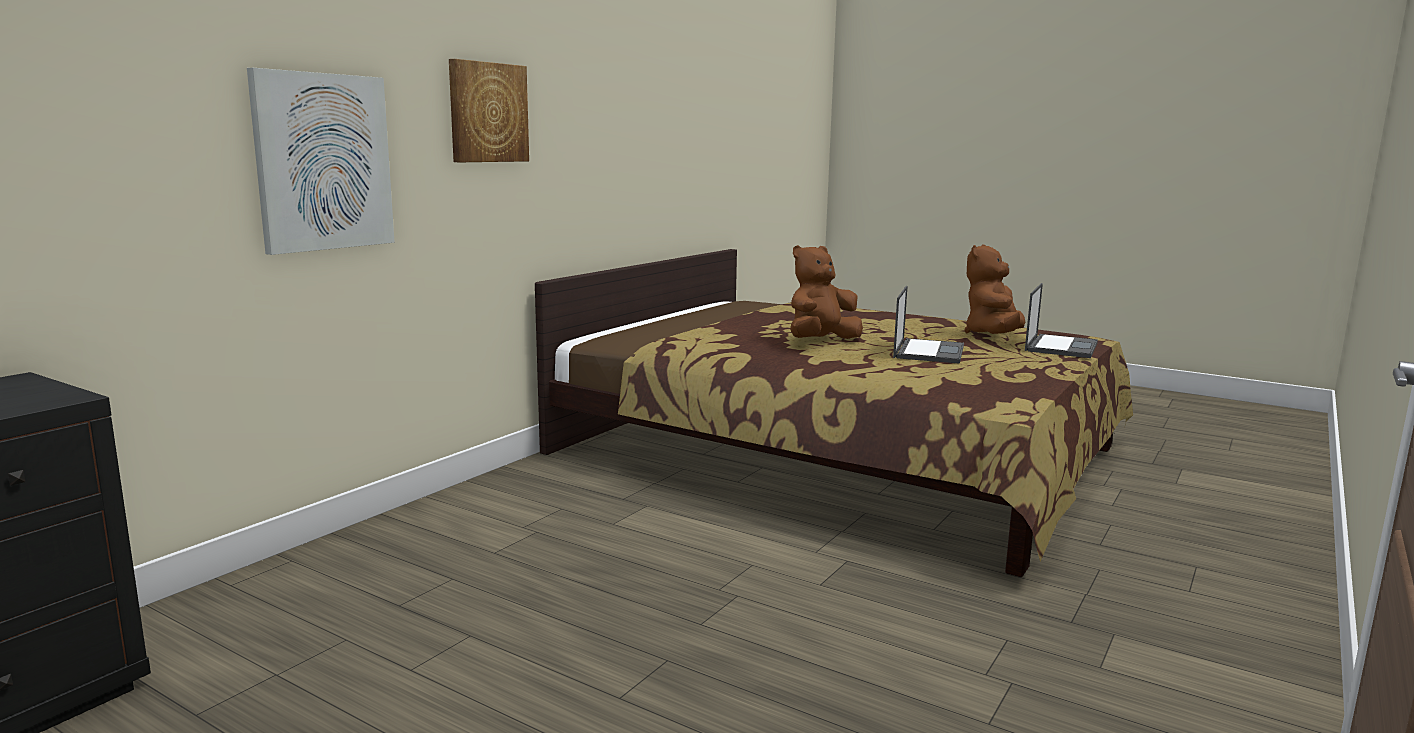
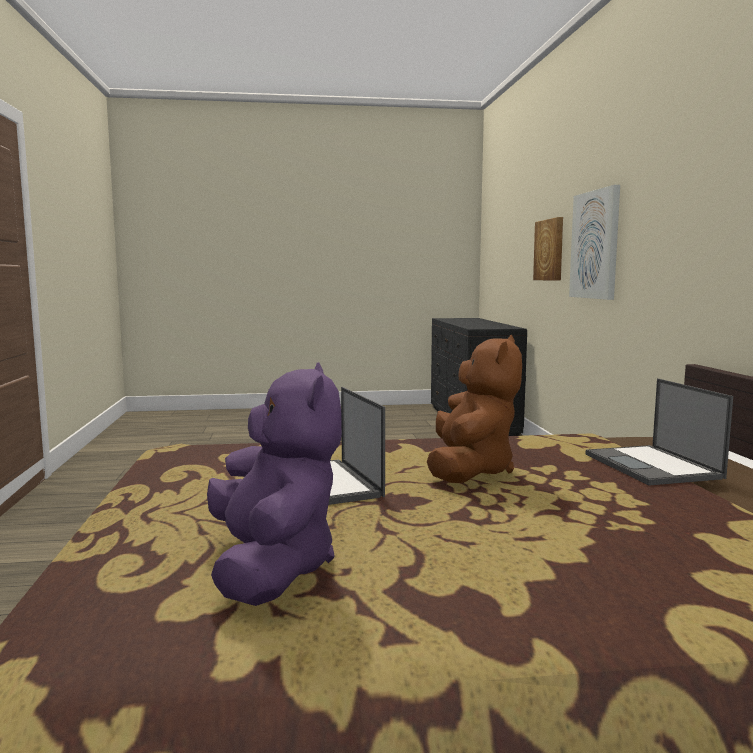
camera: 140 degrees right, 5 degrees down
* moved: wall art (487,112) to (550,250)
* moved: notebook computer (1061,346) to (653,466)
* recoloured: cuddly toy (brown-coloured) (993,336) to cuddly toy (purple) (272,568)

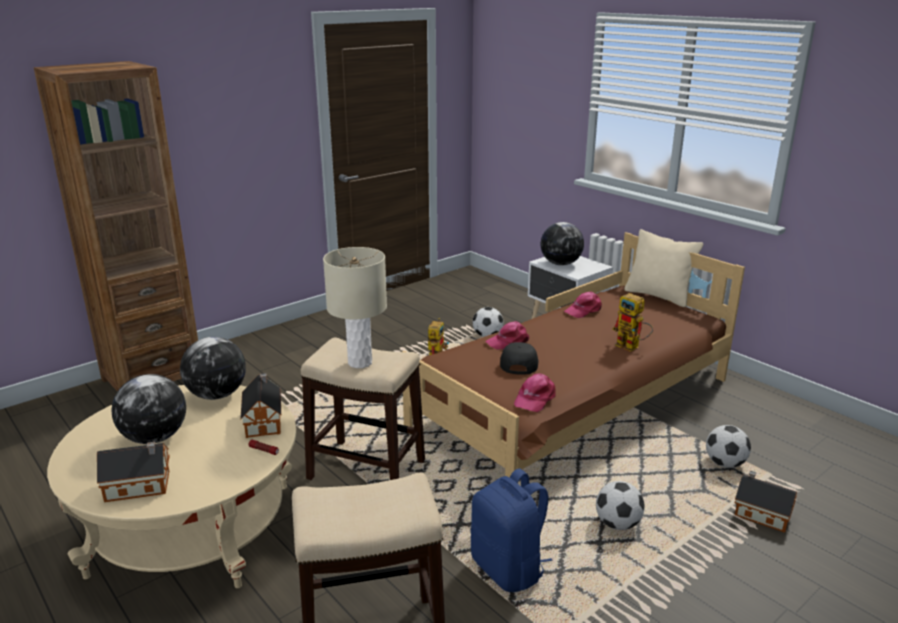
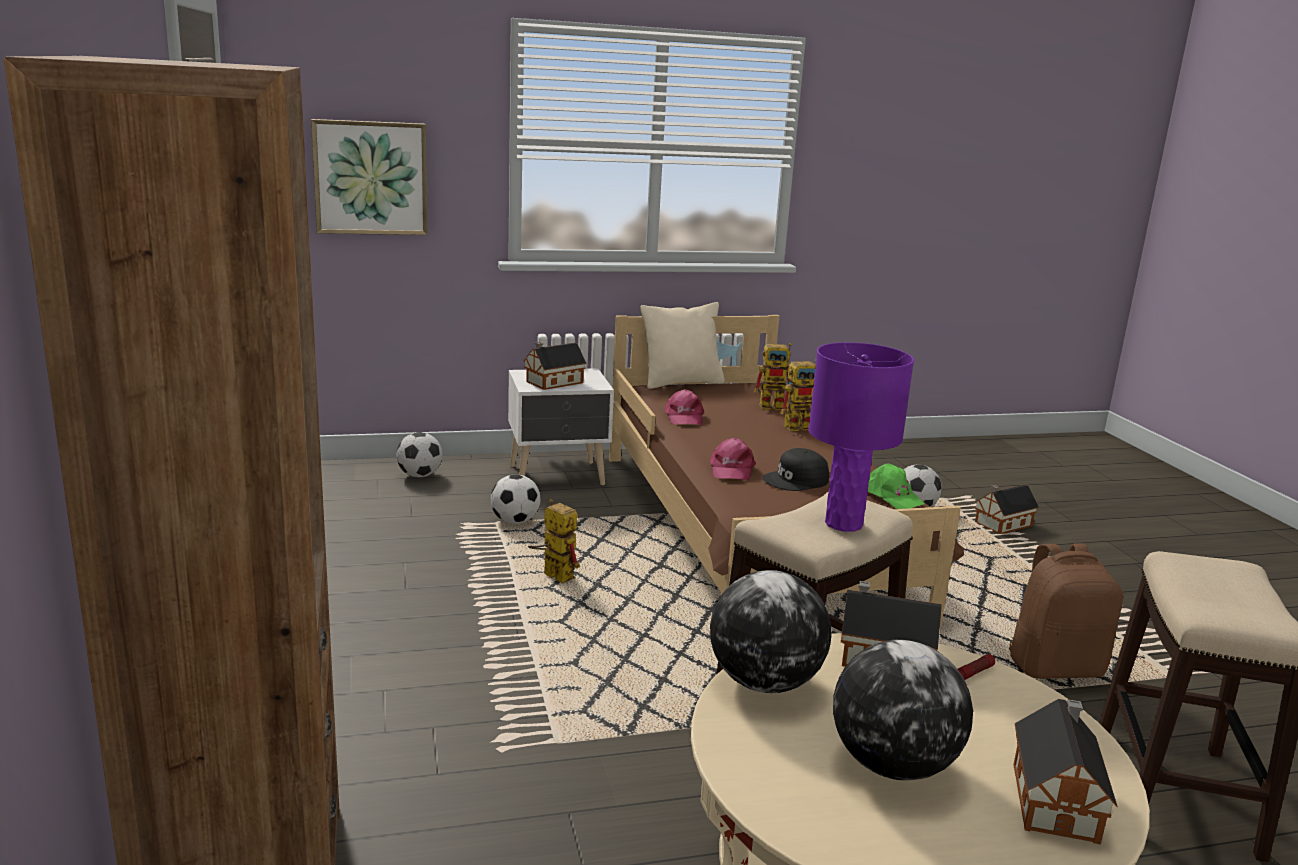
camera: 65 degrees left, 5 degrees down
* added: wall art (371,178)
* added: toy robot (776,406)
* moved: ball for football (617,524) to (419,475)
* replaced: globe (560,264) to model house (552,382)
* recoloured: table lamp (beige) (360,362) to table lamp (purple) (843,523)
* recoloured: rucksack (blue) (509,569) to rucksack (brown-coloured) (1055,667)
* recoloured: cap (pink-coloured) (534,398) to cap (green-coloured) (891,496)
* turned: cap (black-coloured) (518,363) = (796,480) 60 degrees counterclockwise

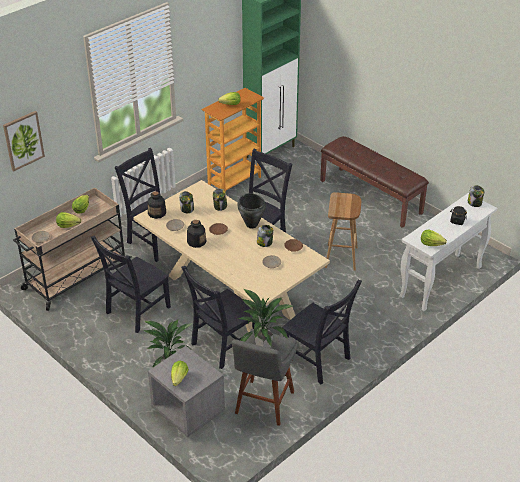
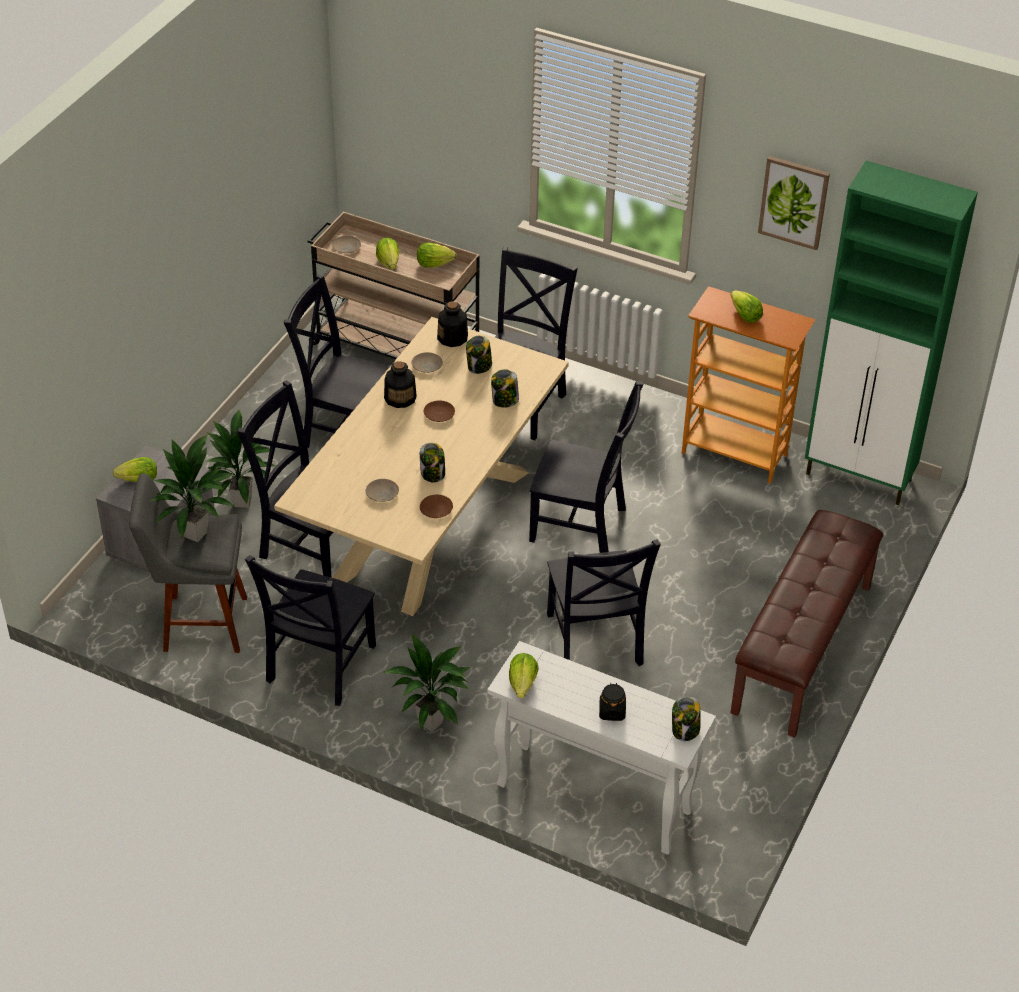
camera: 70 degrees right, 5 degrees up
* removed: stockpot (black-coloured) (251,224)
* added: plant in a pot (431,723)
* moved: wall art (23,140) to (794,202)
* replaced: sitting stool (brown-coloured) (341,258) to chair (black-coloured) (594,643)

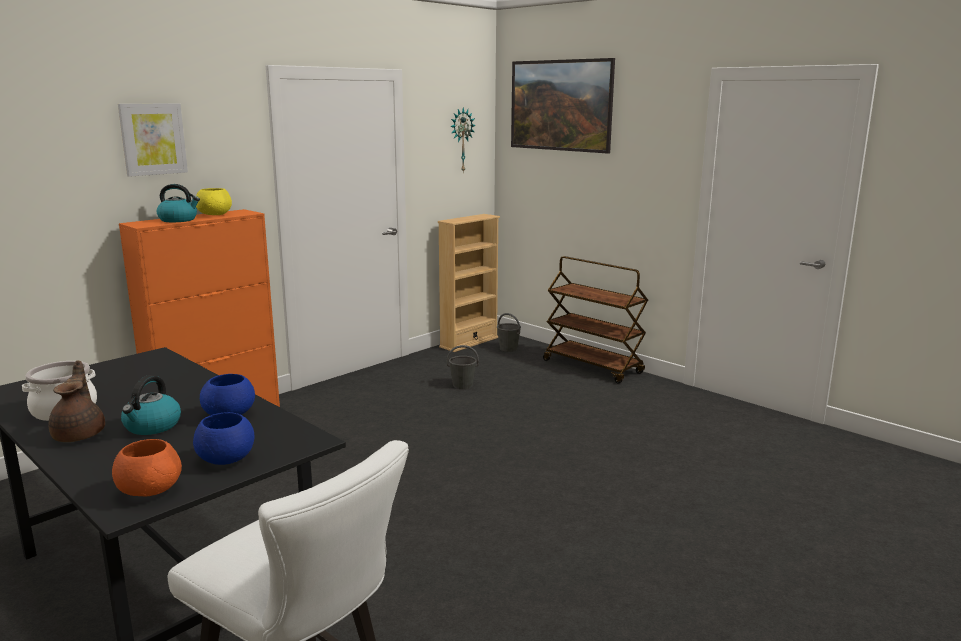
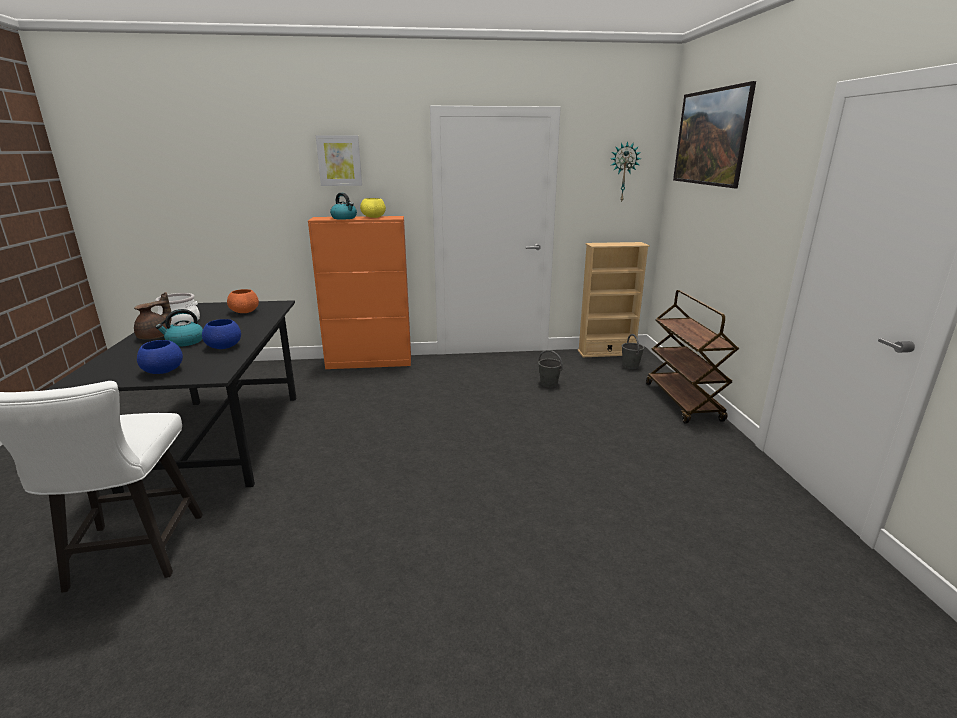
camera: 40 degrees right, 5 degrees up
* moved: bowl (orange-coloured) (150,489) to (245,311)

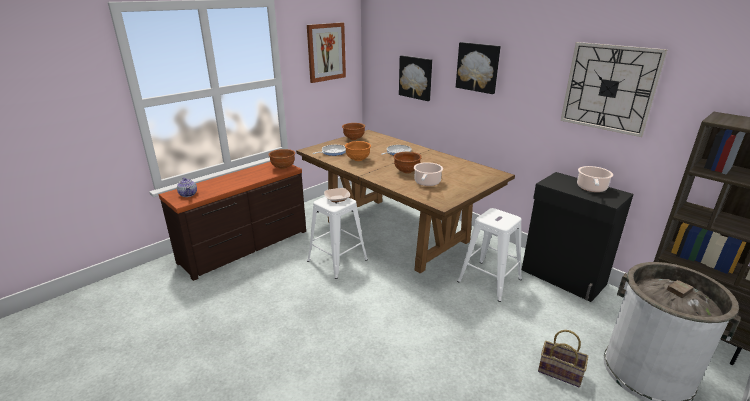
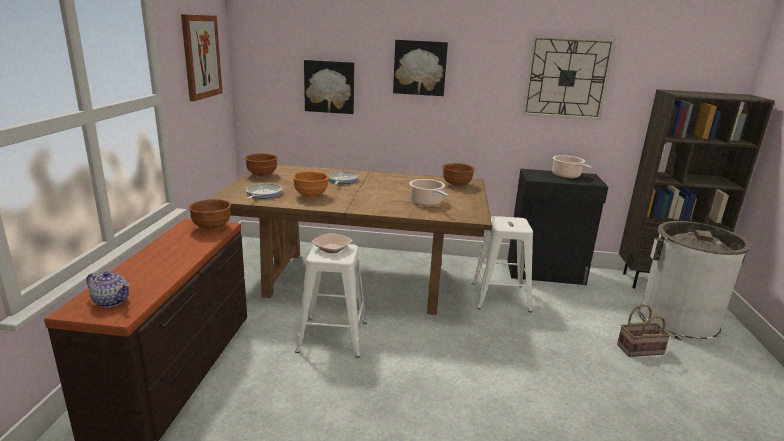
camera: 40 degrees left, 5 degrees down
* moved: bowl (brown-coloured) (406,171) to (456,185)

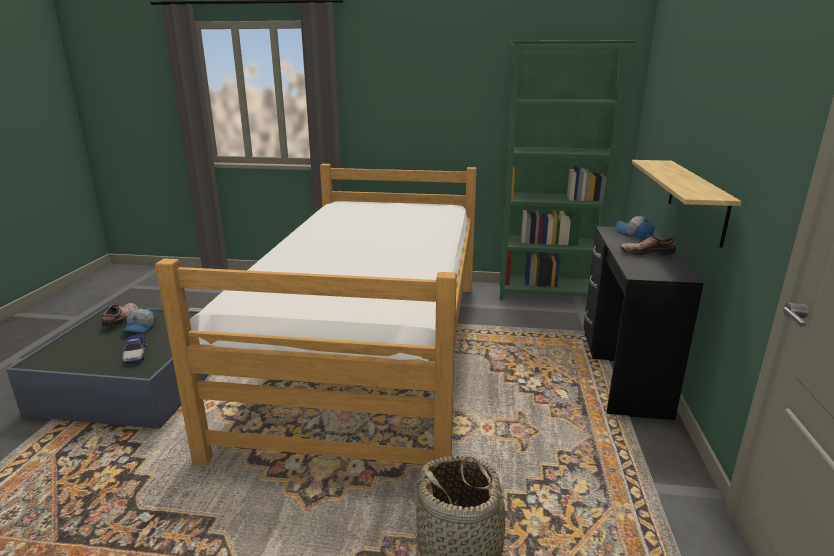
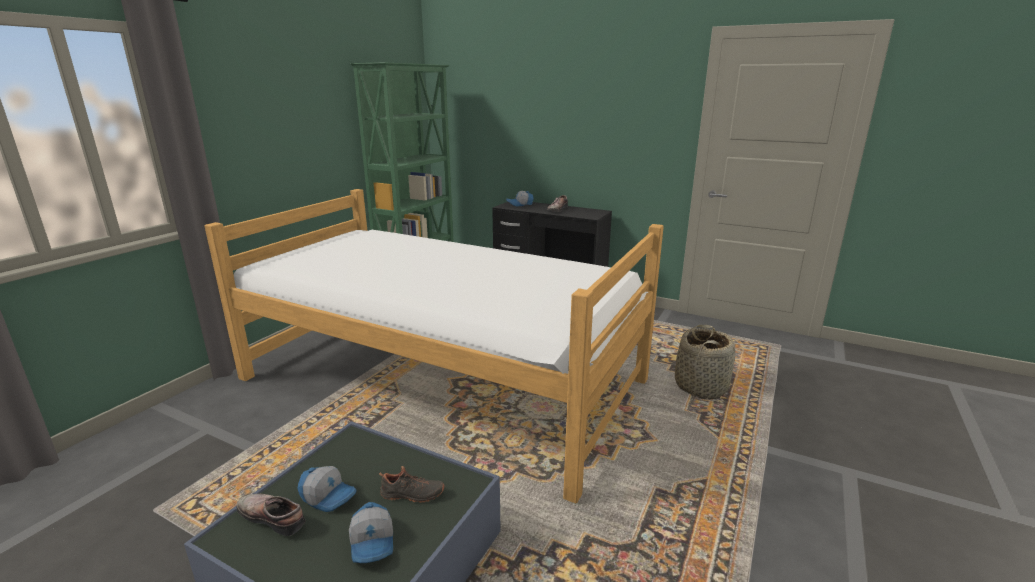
camera: 70 degrees left, 0 degrees up
* removed: shelf (696,200)
* added: cap (373,542)
* replaced: toy car (135,353) to low shoe (black-coloured) (412,495)

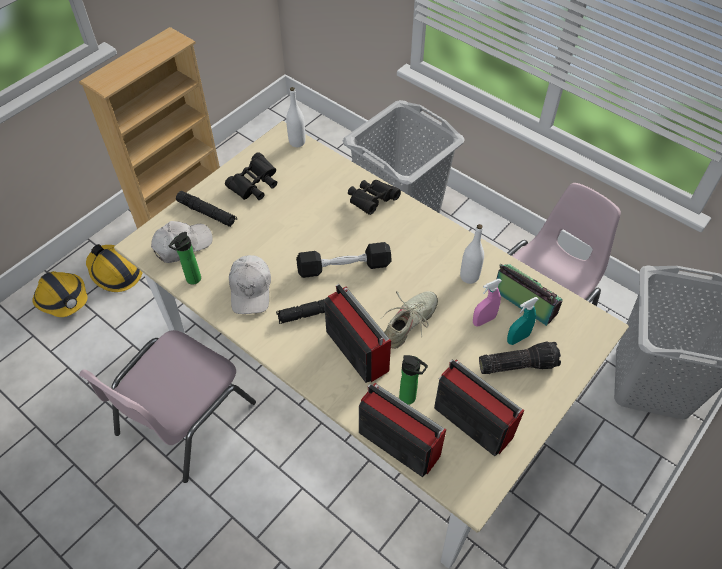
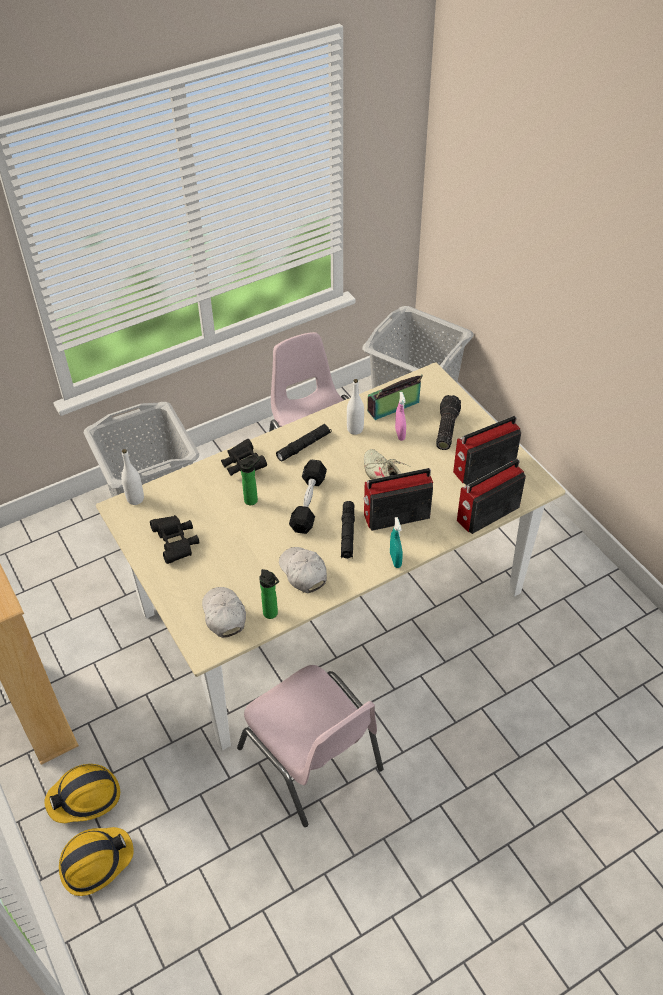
camera: 70 degrees left, 5 degrees down
* moved: flashlight (black-coloured) (207,213) to (304,446)
* moved: beverage bottle (410,398) to (253,499)
* moved: hand sprayer (blue-green) (517,338) to (395,560)
* turned: cap (white-coloured) (251,289) = (303,572) 135 degrees counterclockwise

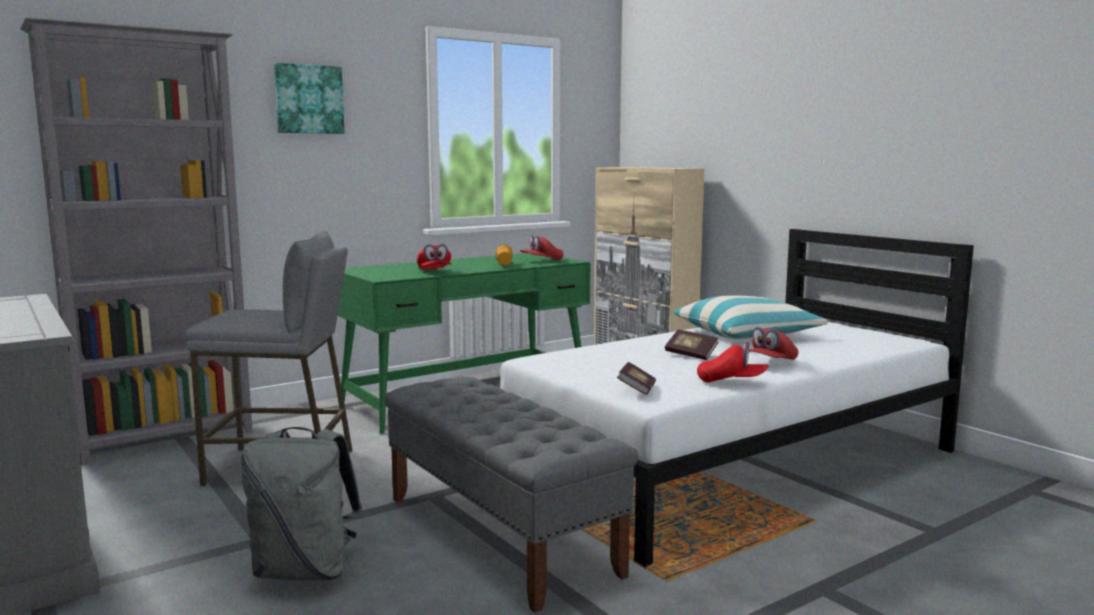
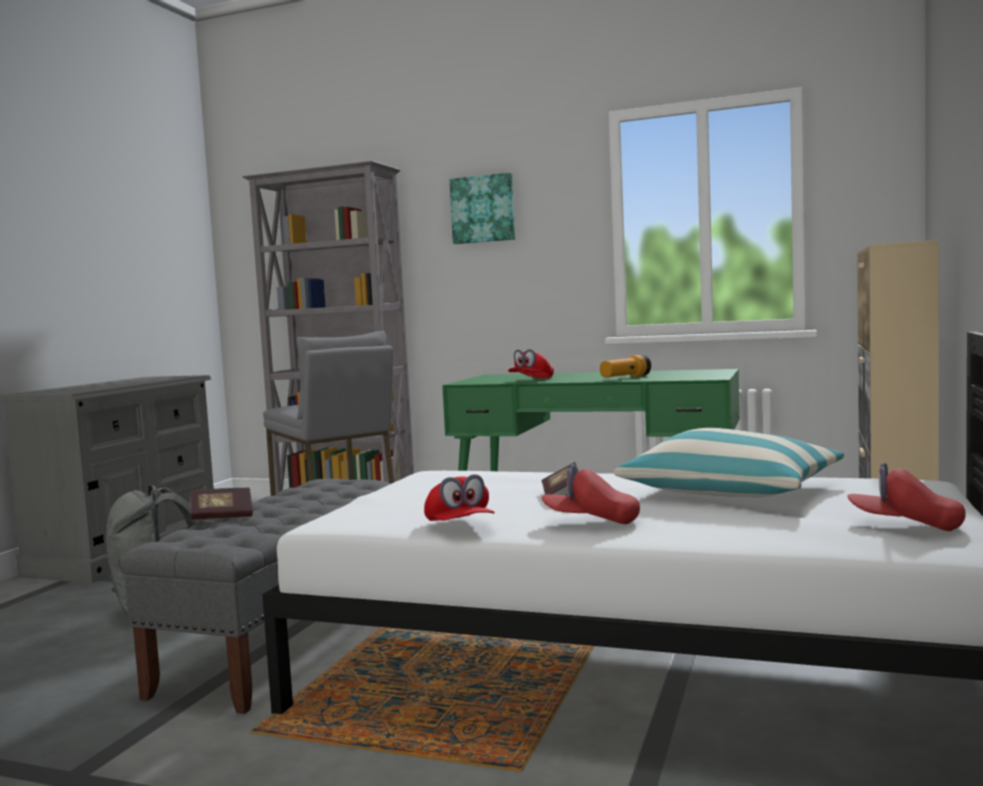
camera: 55 degrees right, 5 degrees down
* moved: cap (red-coloured) (542,261) to (905,525)
* moved: book (637,390) to (221,517)

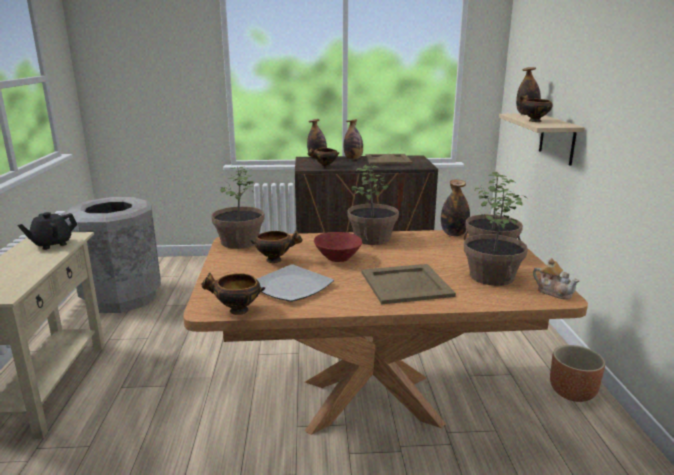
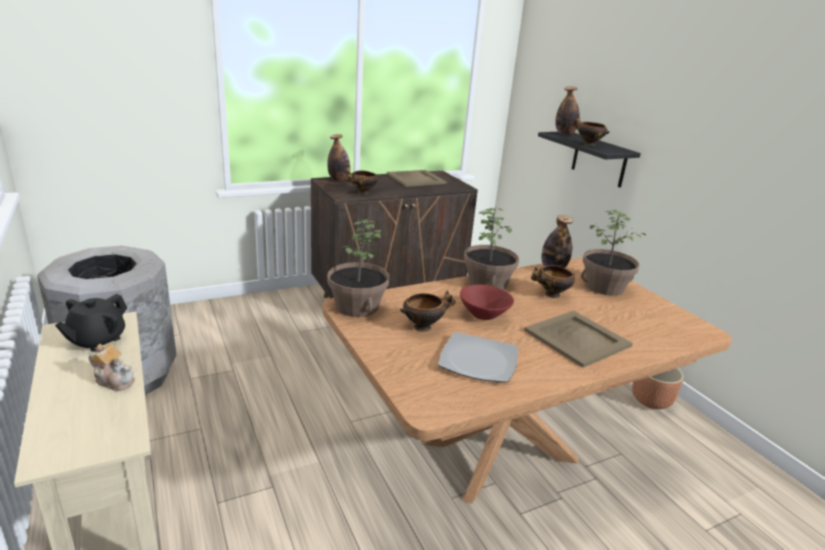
camera: 25 degrees left, 5 degrees up
* removed: beverage bottle (353,159)
* removed: plant in a pot (491,276)
* moved: bowl (236,311) to (551,295)
* moved: pot for tea (553,292) to (115,380)
* recoloured: shelf (beige) (557,139) to shelf (black-coloured) (599,159)

